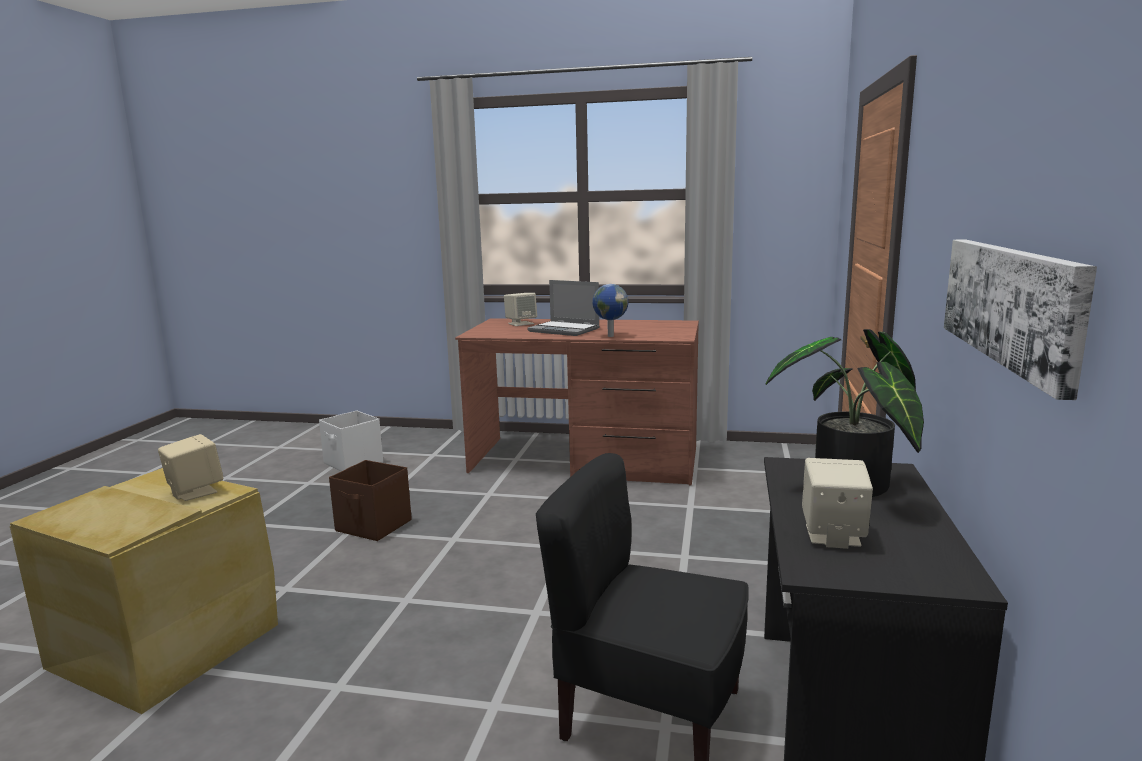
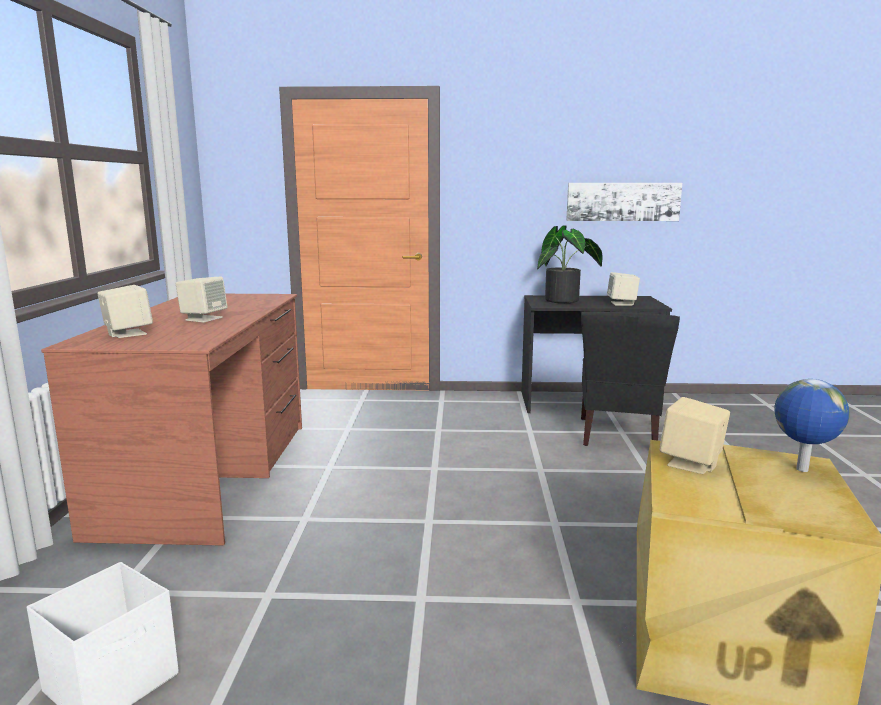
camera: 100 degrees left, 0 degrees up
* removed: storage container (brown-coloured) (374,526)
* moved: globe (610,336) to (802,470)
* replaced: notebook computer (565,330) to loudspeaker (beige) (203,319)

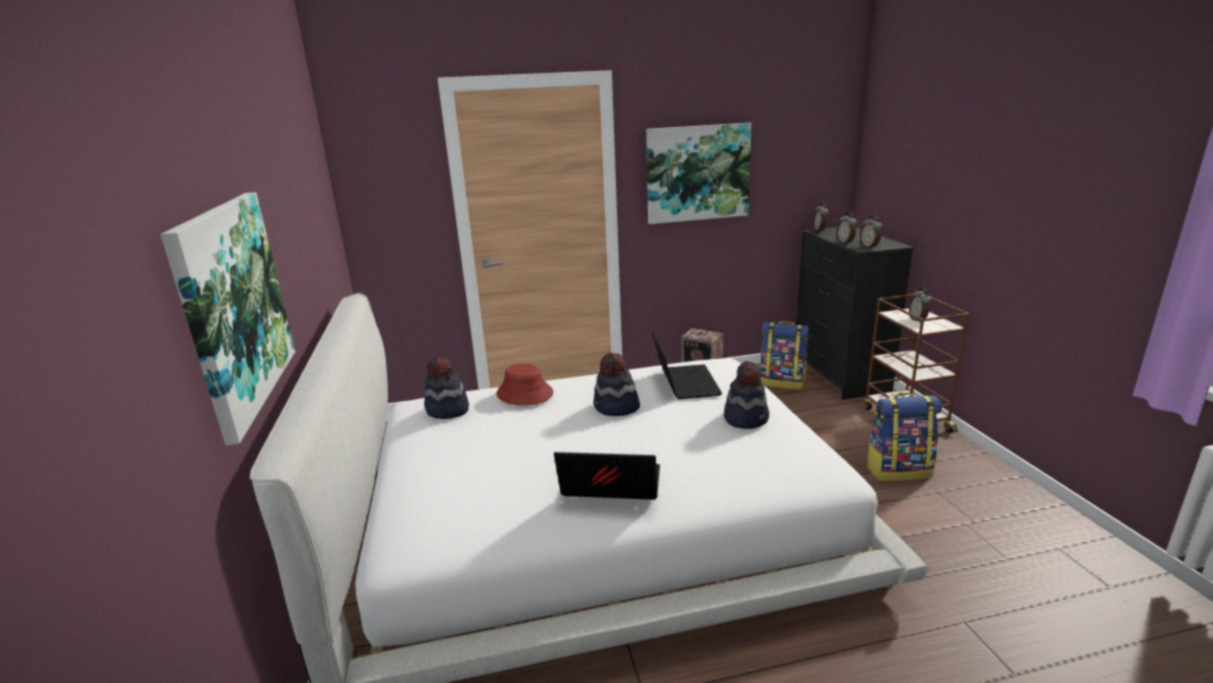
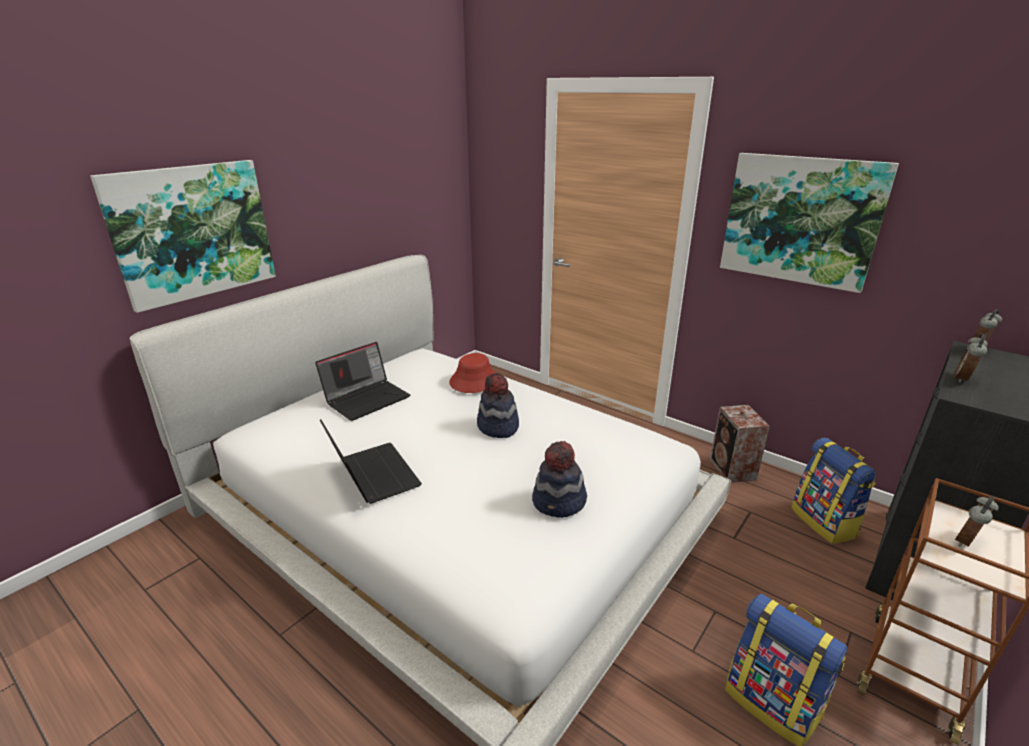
camera: 50 degrees right, 5 degrees up
* removed: hat (447,410)
* removed: alarm clock (869,247)
* moved: notebook computer (684,382) to (367,398)

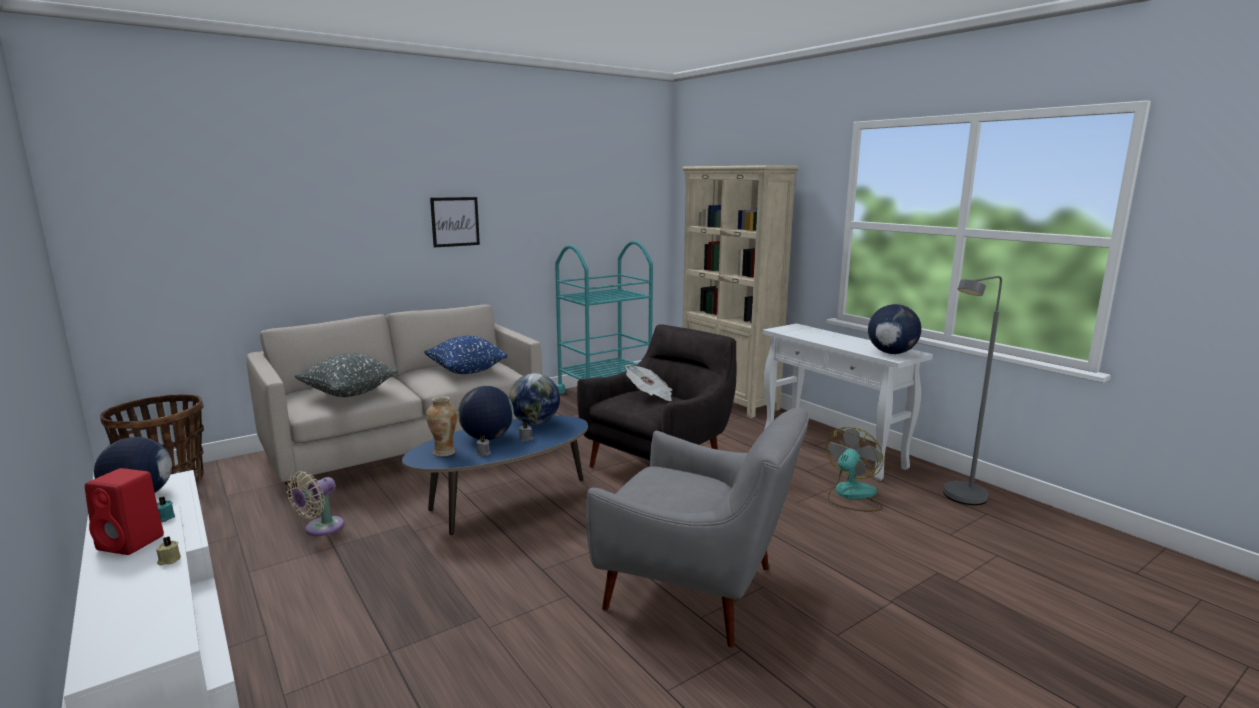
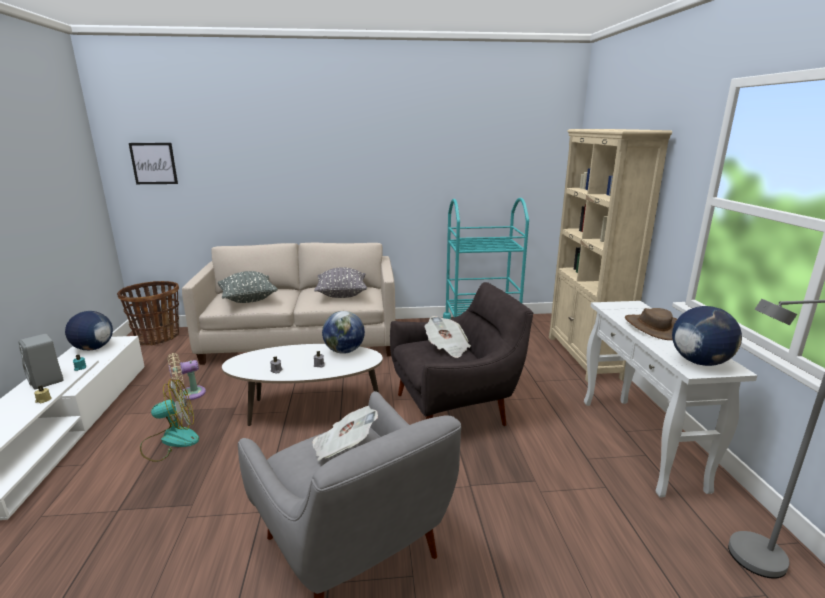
camera: 30 degrees right, 5 degrees up
* removed: vase (444,452)
* removed: globe (487,438)
* added: newspaper (344,447)
* added: hat (brown-coloured) (653,327)
* moved: wall art (455,221) to (153,163)
* moved: fan (851,496) to (170,440)
* recoloured: loudspeaker (red-coloured) (132,543) to loudspeaker (greyish) (47,381)
* recoloured: lounge table (blue) (504,503) to lounge table (white-coloured) (308,409)
* recoloured: cushion (blue) (466,371) to cushion (greyish) (342,295)

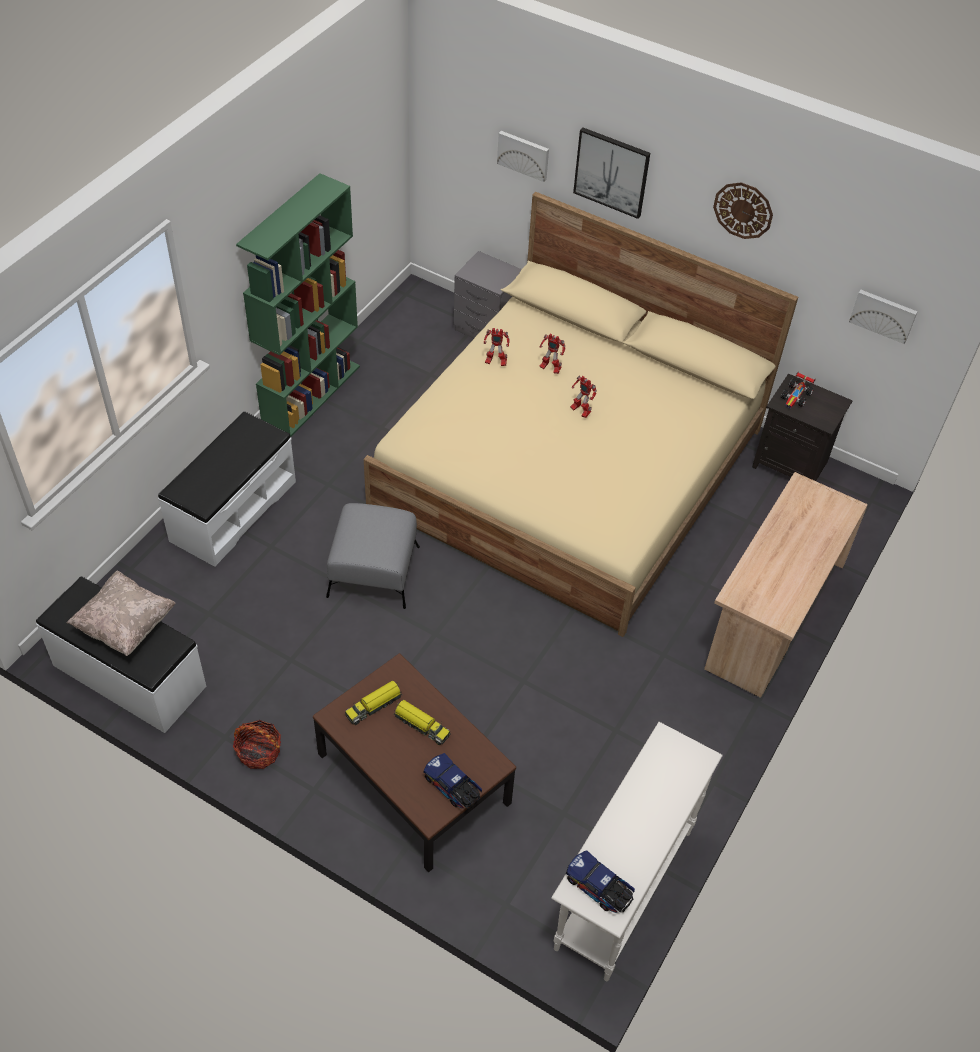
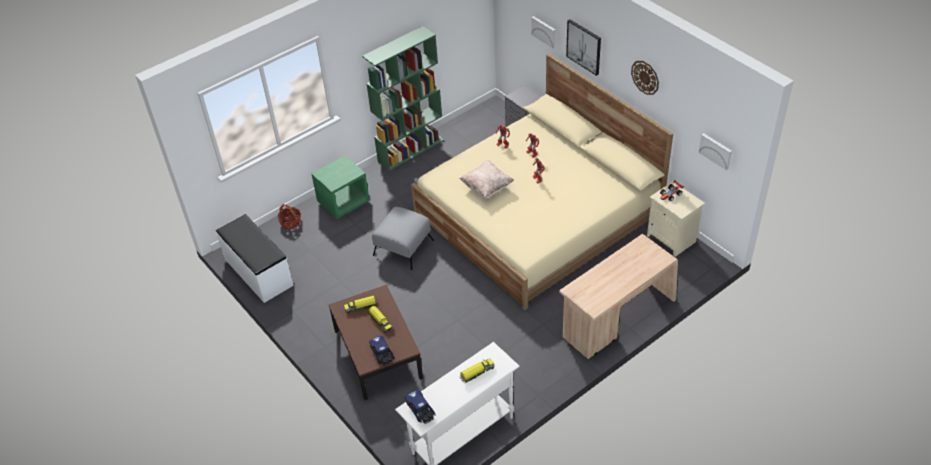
camera: 25 degrees right, 5 degrees down
* added: model truck (476,372)
* moved: cushion (beige) (125,625) to (487,187)
* moved: storage basket (258,751) to (290,222)
* replaced: long seat (white-coloured) (232,510) to nightstand (green-coloured) (343,202)
* recoloured: nightstand (black-coloured) (791,464) to nightstand (beige) (672,239)

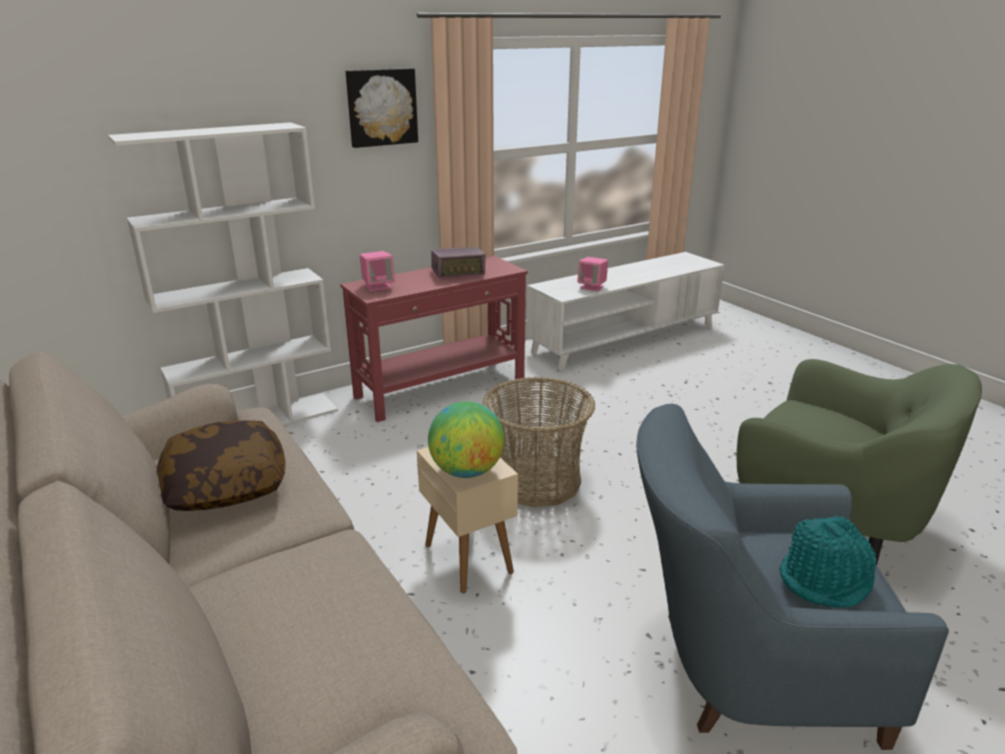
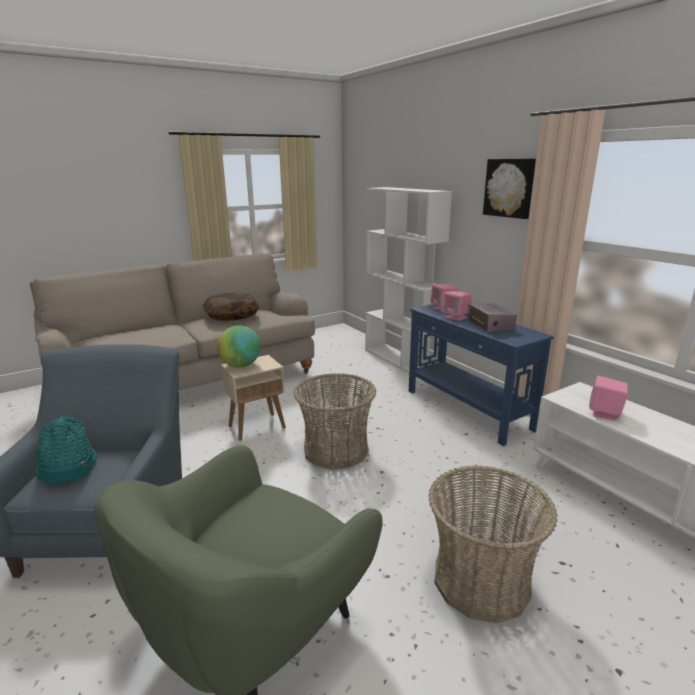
camera: 90 degrees right, 5 degrees down
* added: storage basket (481,581)
* added: loudspeaker (pink-coloured) (456,317)
* recoloured: hall table (red-coloured) (442,389) to hall table (blue) (467,410)

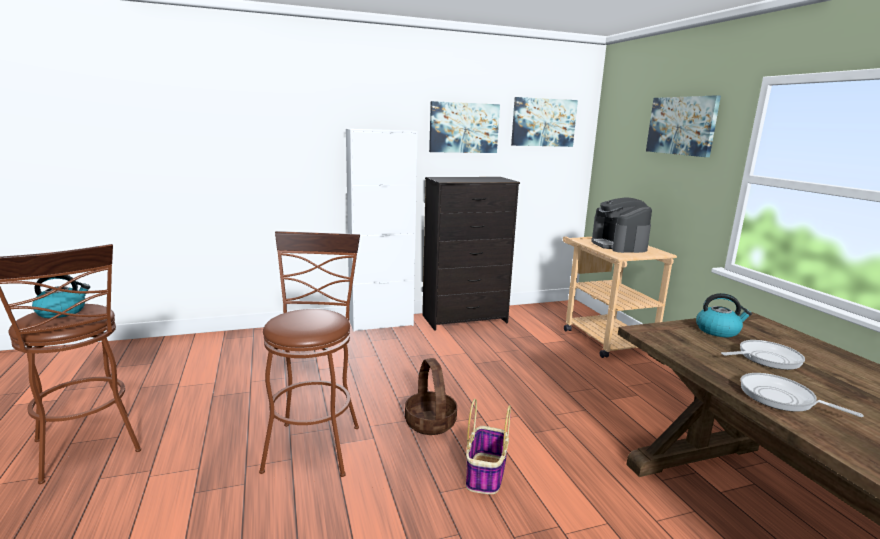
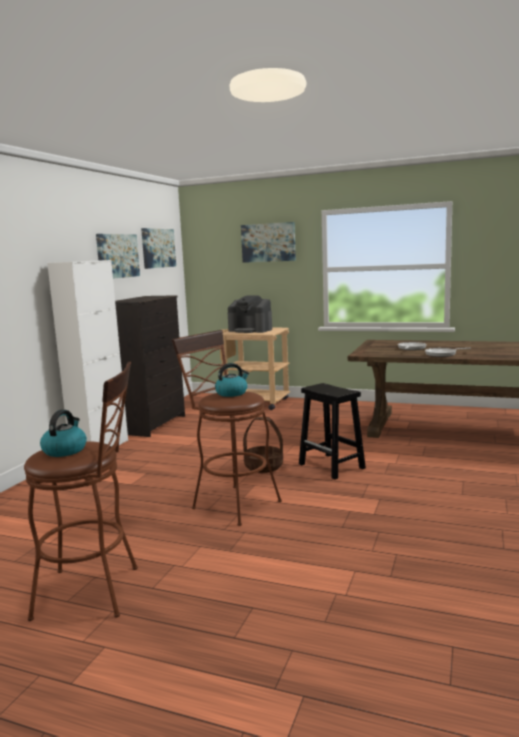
camera: 50 degrees left, 5 degrees down
* moved: water kettle (718,331) to (232,393)
* replaced: storage basket (485,474) to sitting stool (black-coloured) (332,466)

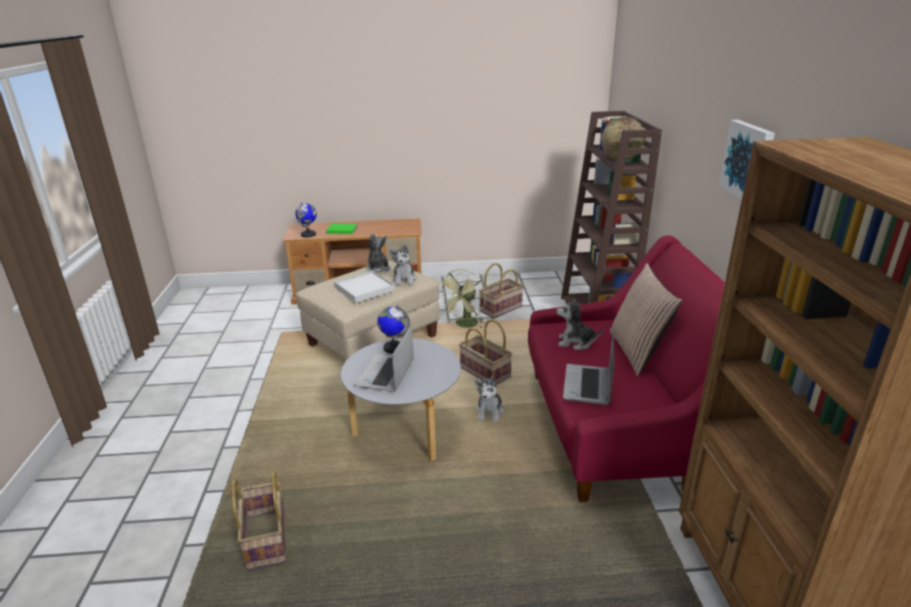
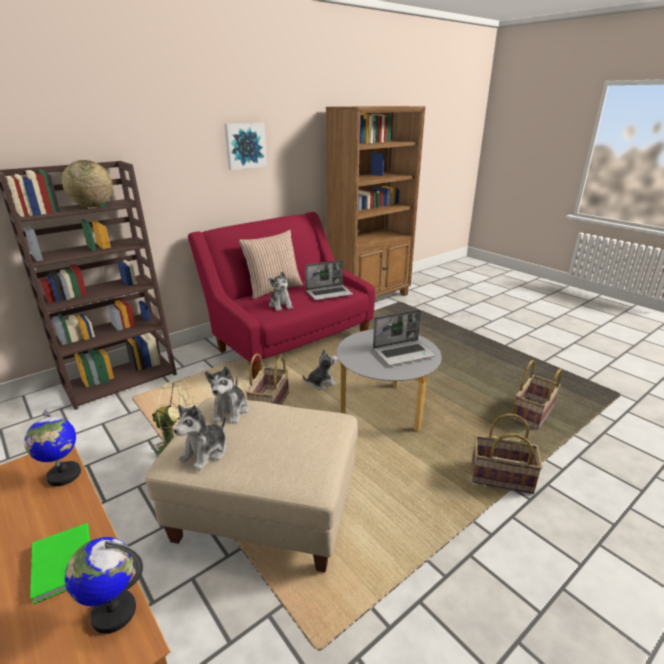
camera: 125 degrees left, 0 degrees up
* removed: serving tray (white-coloured) (364,289)
* moved: globe (393,348) to (63,475)
* moved: storage basket (500,308) to (501,478)
* turned: cuddly toy (404,280) = (230,411) 135 degrees clockwise

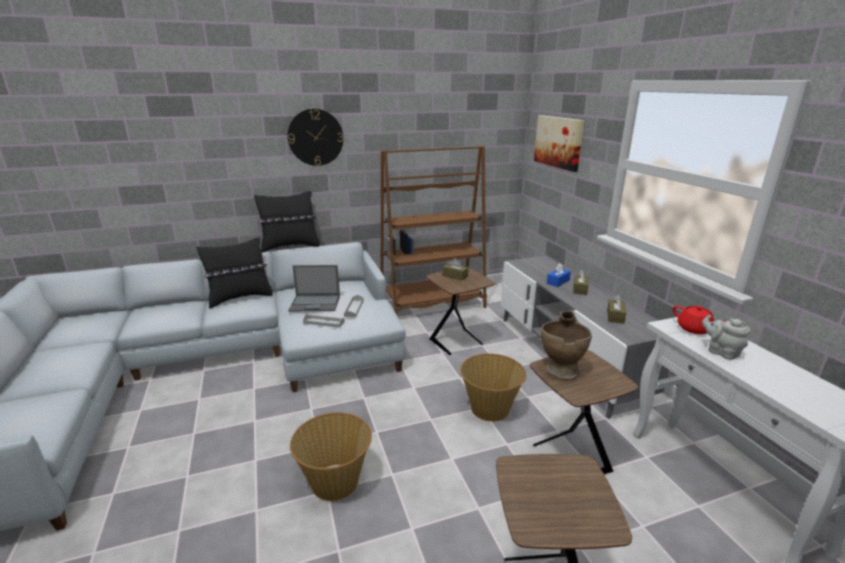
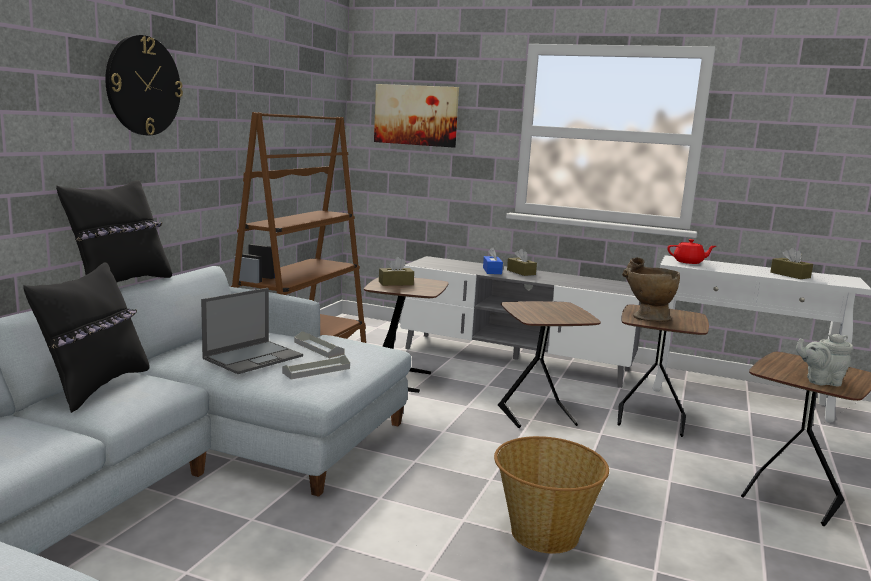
camera: 50 degrees left, 10 degrees down
* moved: tissue holder (brown-coloured) (615,316) to (790,275)
* moved: pot for tea (greyish) (720,352) to (820,381)
* replaced: storage basket (490,408) to side table (brown-coloured) (539,416)

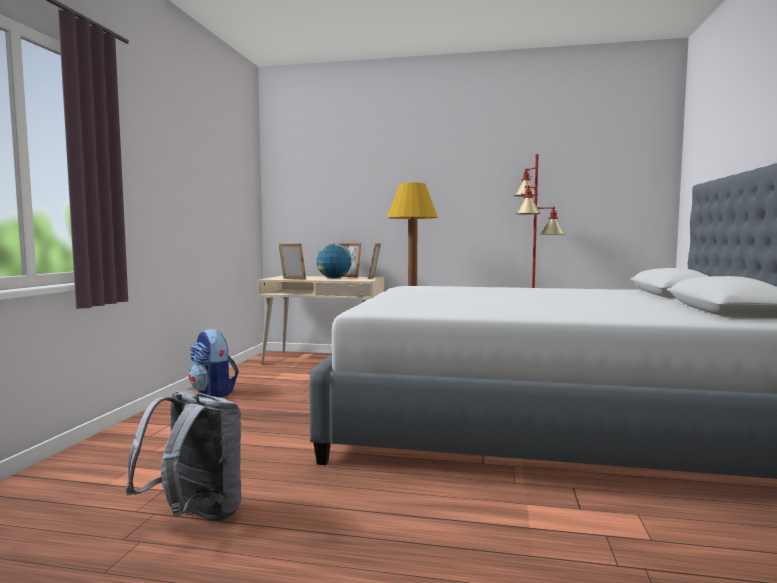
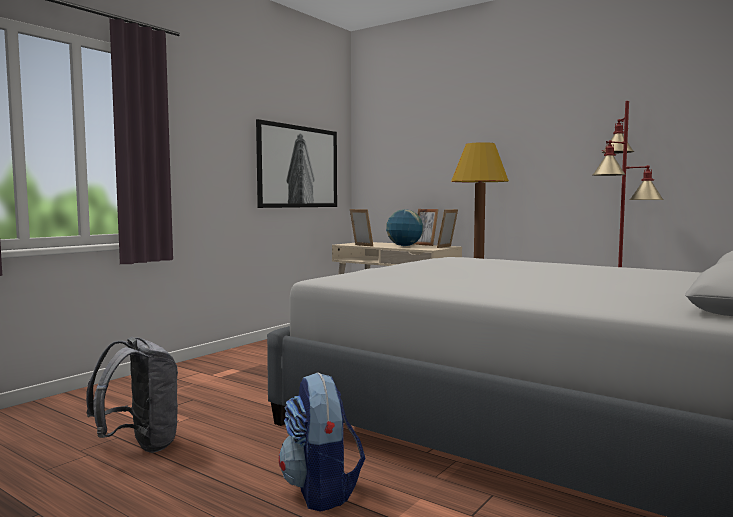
camera: 25 degrees right, 0 degrees up
* added: wall art (297,167)
* moved: rucksack (213,393) to (321,491)

